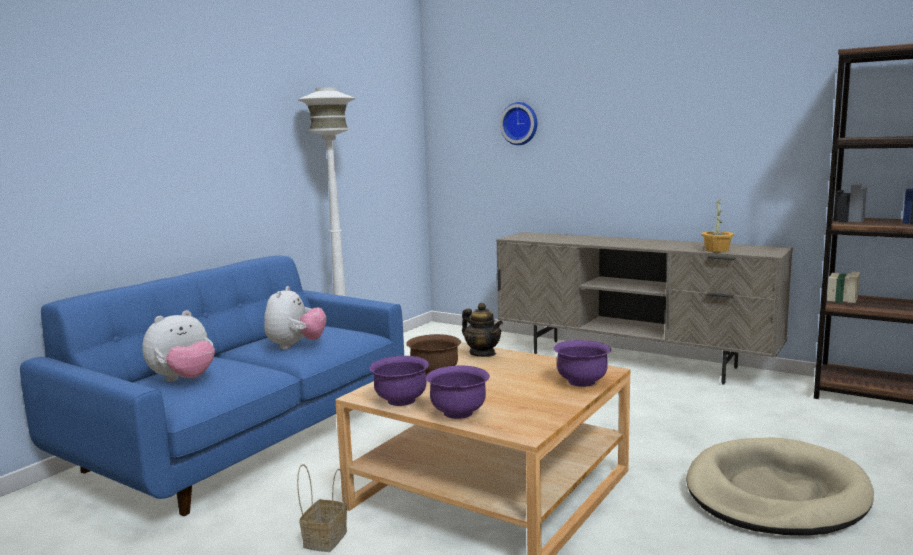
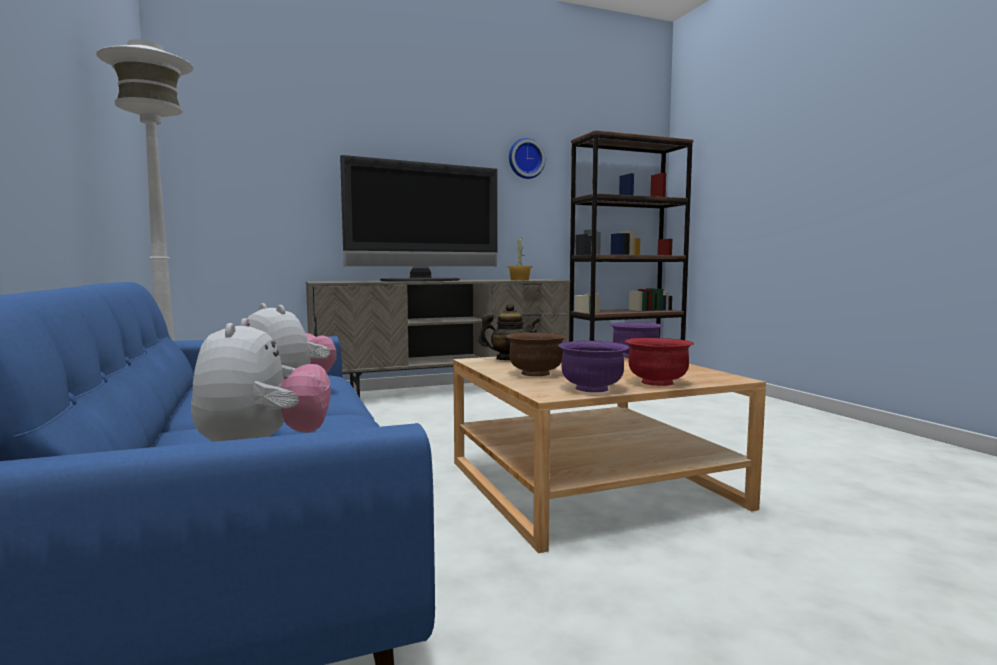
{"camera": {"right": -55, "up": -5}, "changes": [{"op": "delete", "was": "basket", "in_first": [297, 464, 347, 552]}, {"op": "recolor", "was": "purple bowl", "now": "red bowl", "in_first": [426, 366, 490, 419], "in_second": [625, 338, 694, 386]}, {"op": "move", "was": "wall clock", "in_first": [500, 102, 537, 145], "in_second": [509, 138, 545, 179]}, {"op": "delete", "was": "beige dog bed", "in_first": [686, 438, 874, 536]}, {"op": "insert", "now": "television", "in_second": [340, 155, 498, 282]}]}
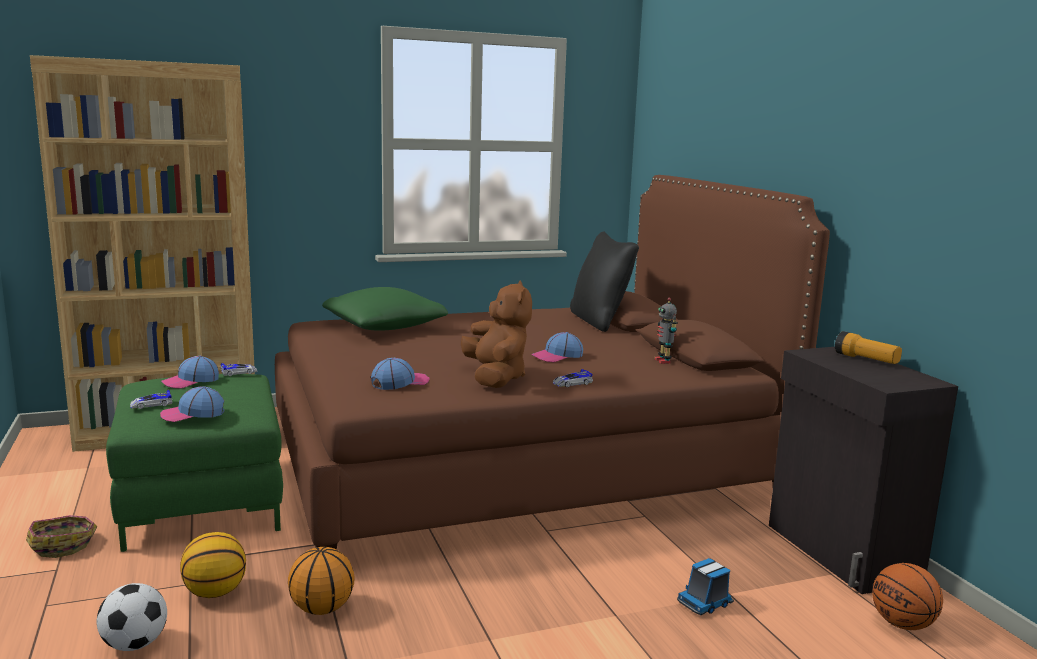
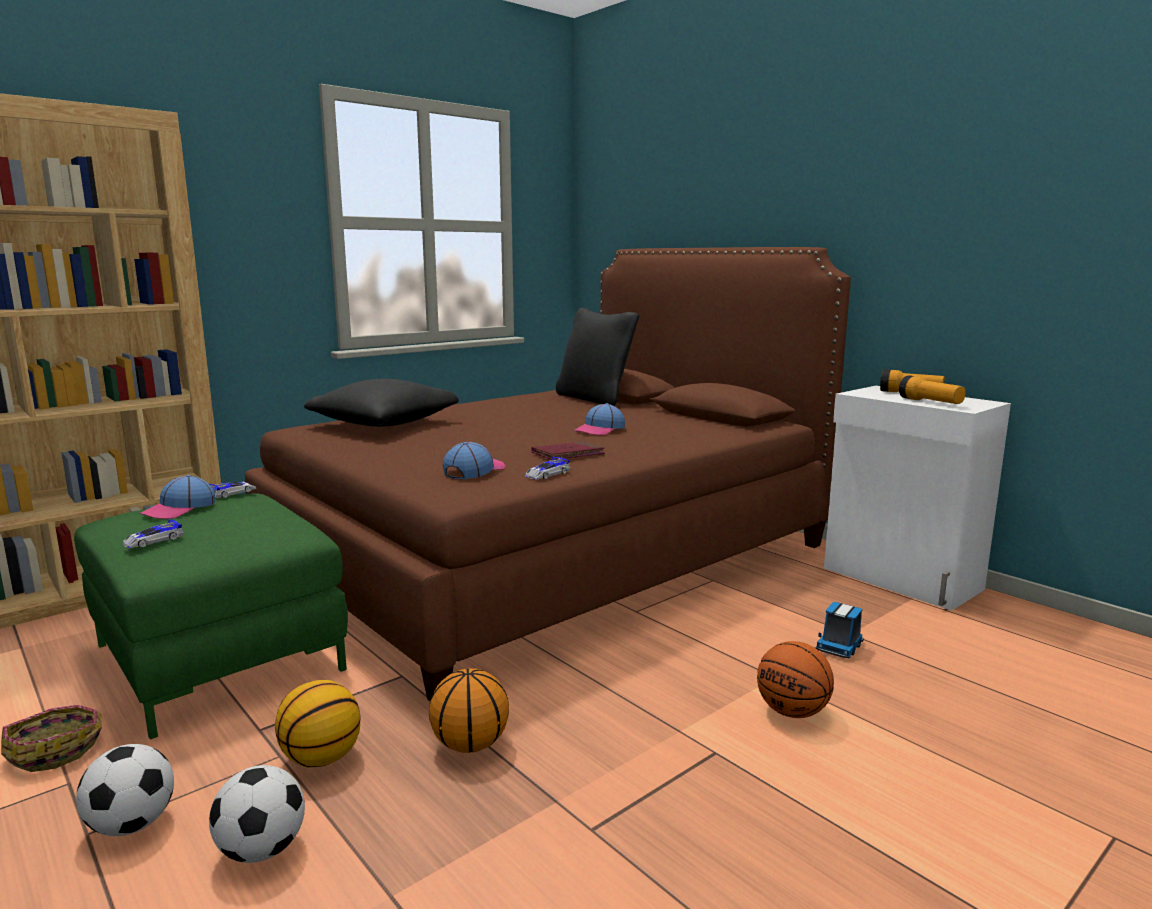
{"camera": {"right": -20, "up": 0}, "changes": [{"op": "delete", "was": "cap", "in_first": [160, 386, 225, 422]}, {"op": "recolor", "was": "green pillow", "now": "black pillow", "in_first": [322, 287, 448, 331], "in_second": [304, 379, 459, 427]}, {"op": "replace", "was": "brown plush toy", "now": "red book", "in_first": [461, 280, 532, 388], "in_second": [532, 441, 605, 460]}, {"op": "move", "was": "toy car", "in_first": [553, 369, 593, 387], "in_second": [525, 457, 570, 479]}, {"op": "delete", "was": "toy robot", "in_first": [654, 298, 678, 364]}, {"op": "recolor", "was": "black cabinet", "now": "white cabinet", "in_first": [769, 347, 958, 594], "in_second": [824, 386, 1011, 610]}, {"op": "move", "was": "basketball", "in_first": [872, 563, 943, 630], "in_second": [757, 641, 834, 718]}, {"op": "insert", "now": "football", "in_second": [76, 744, 174, 836]}, {"op": "insert", "now": "flashlight", "in_second": [899, 375, 965, 404]}]}
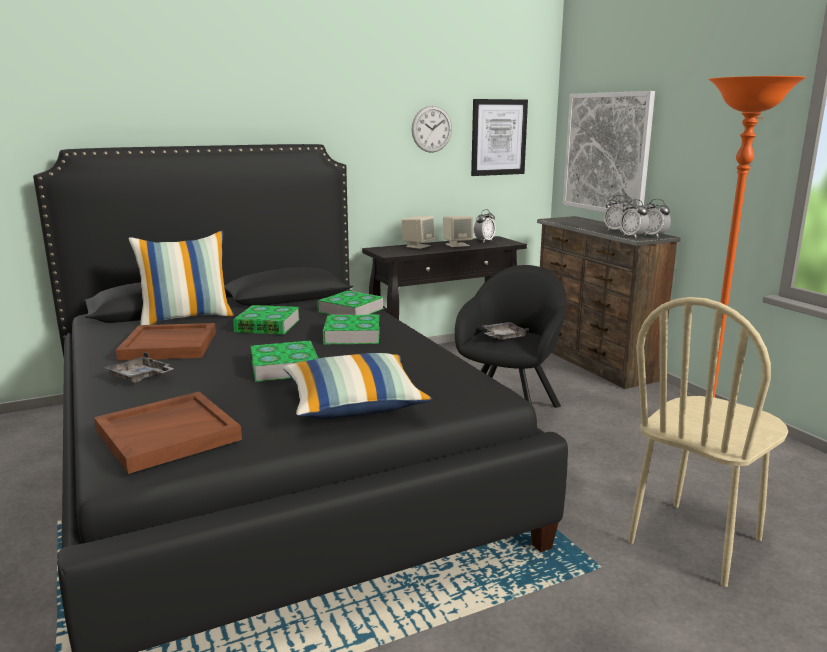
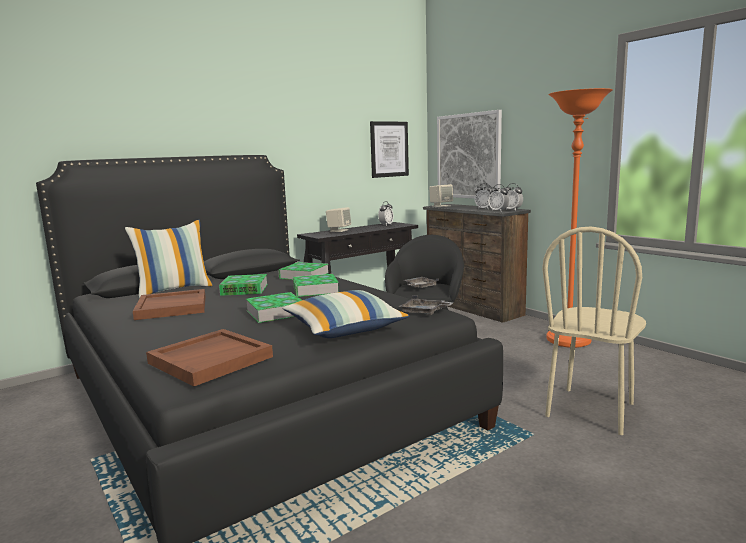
{"camera": {"right": -10, "up": -5}, "changes": [{"op": "move", "was": "grey tray", "in_first": [104, 352, 173, 383], "in_second": [399, 295, 453, 315]}, {"op": "delete", "was": "wall clock", "in_first": [412, 106, 452, 153]}, {"op": "move", "was": "beige speaker", "in_first": [443, 216, 473, 247], "in_second": [429, 184, 453, 207]}]}
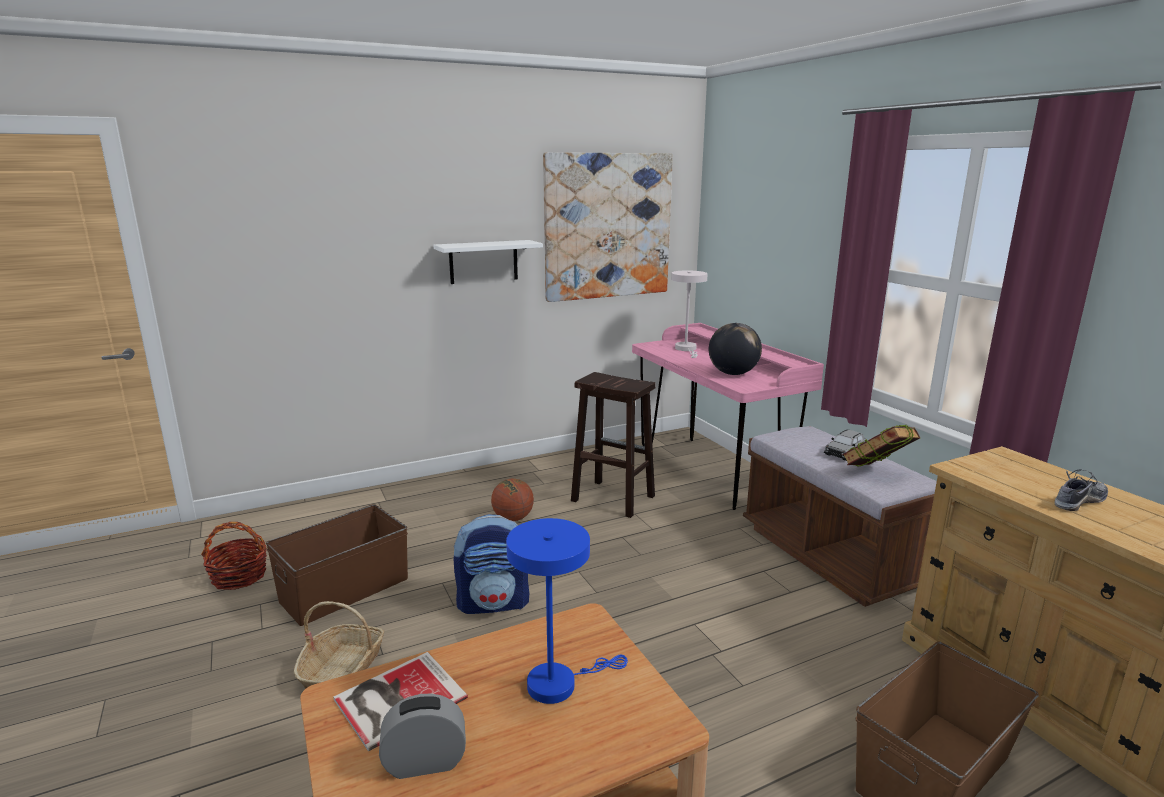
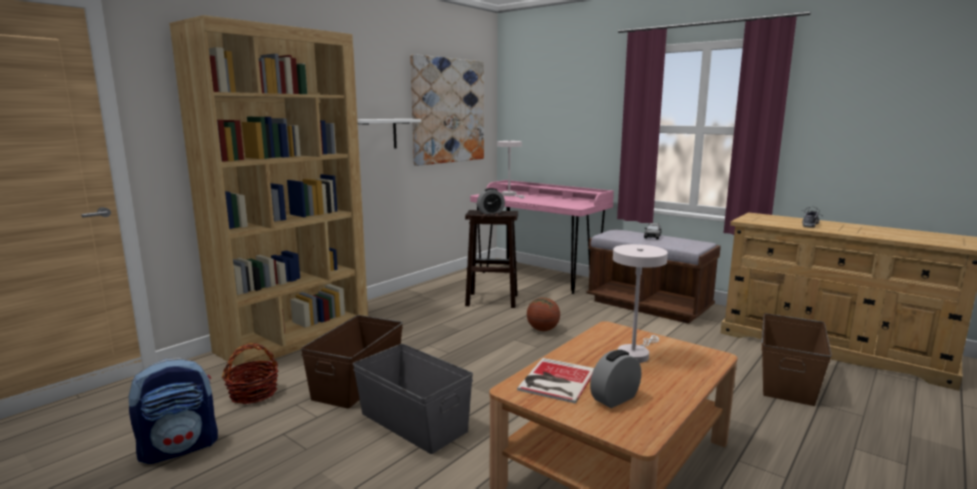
{"camera": {"right": -25, "up": -5}, "changes": [{"op": "replace", "was": "basket", "now": "grey storage box", "in_first": [294, 601, 384, 689], "in_second": [353, 344, 473, 454]}, {"op": "move", "was": "backpack", "in_first": [454, 514, 529, 614], "in_second": [128, 358, 218, 464]}, {"op": "move", "was": "basketball", "in_first": [491, 479, 534, 521], "in_second": [527, 298, 560, 331]}, {"op": "recolor", "was": "blue table lamp", "now": "white table lamp", "in_first": [506, 518, 628, 704], "in_second": [613, 244, 668, 363]}, {"op": "delete", "was": "globe", "in_first": [709, 323, 762, 375]}, {"op": "delete", "was": "book", "in_first": [842, 425, 920, 466]}, {"op": "insert", "now": "brown bookcase", "in_second": [169, 15, 368, 368]}, {"op": "insert", "now": "alarm clock", "in_second": [477, 188, 505, 214]}]}
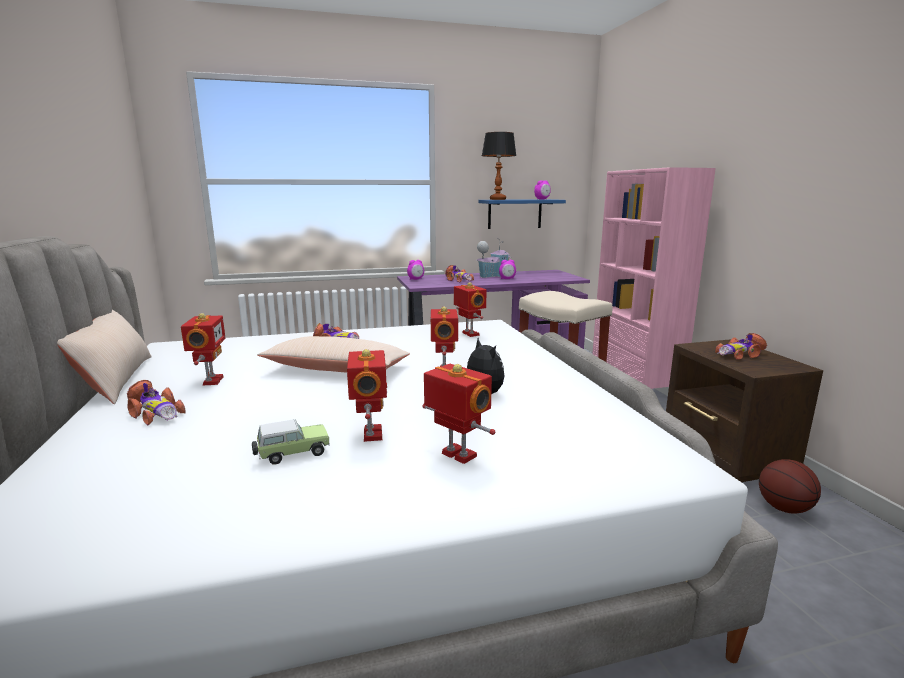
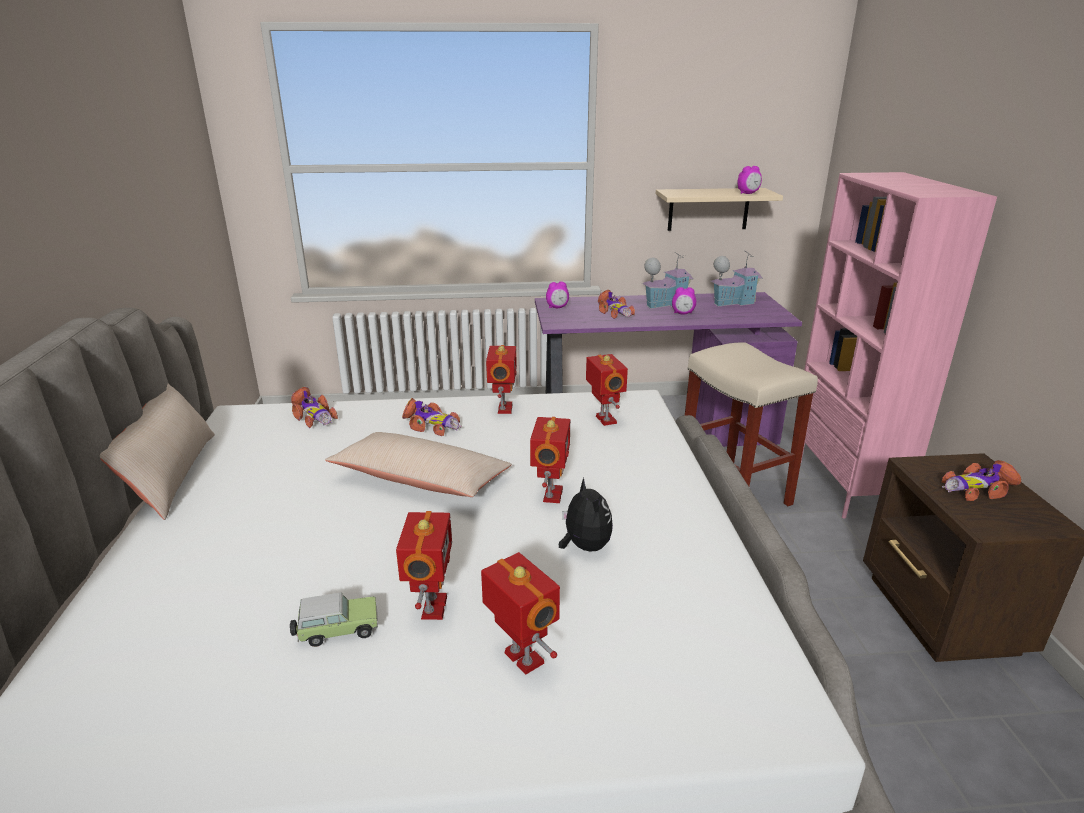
{"camera": {"right": 10, "up": 10}, "changes": [{"op": "move", "was": "toy car", "in_first": [127, 380, 186, 425], "in_second": [291, 387, 338, 428]}, {"op": "move", "was": "toy robot", "in_first": [181, 313, 225, 385], "in_second": [486, 345, 517, 414]}, {"op": "recolor", "was": "blue shelf", "now": "beige shelf", "in_first": [478, 199, 566, 229], "in_second": [656, 188, 783, 231]}, {"op": "delete", "was": "table lamp", "in_first": [482, 132, 517, 200]}, {"op": "delete", "was": "basketball", "in_first": [759, 459, 821, 514]}, {"op": "insert", "now": "toy house", "in_second": [711, 251, 763, 306]}]}
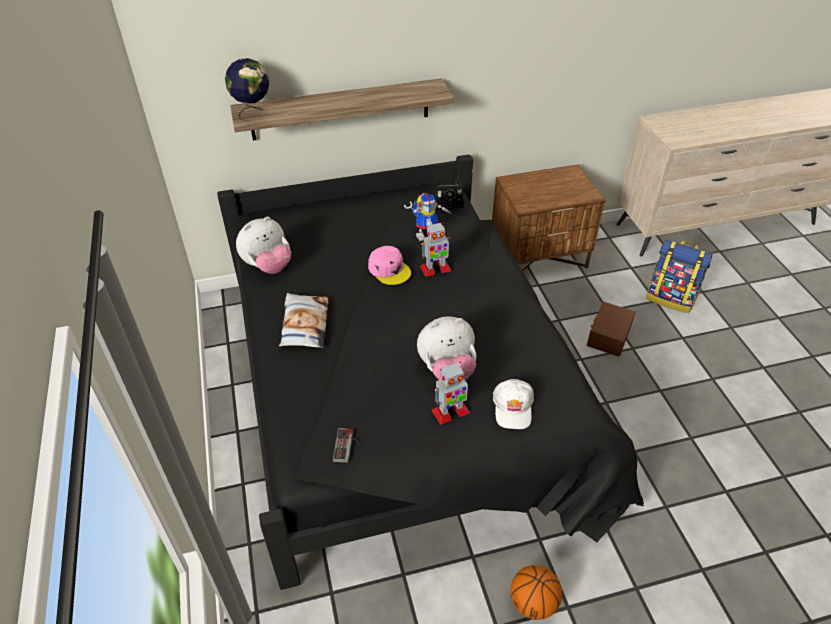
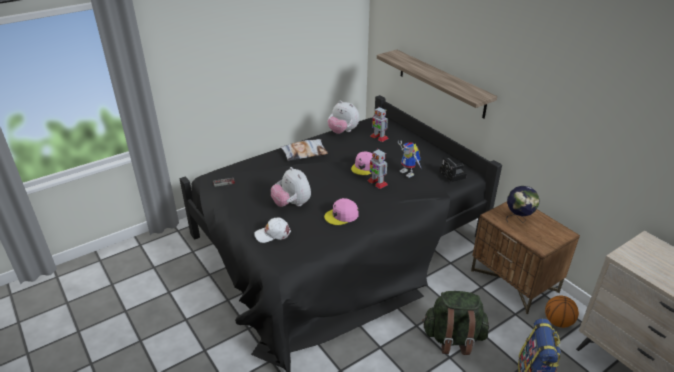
{"camera": {"right": 70, "up": -10}, "changes": [{"op": "move", "was": "globe", "in_first": [225, 58, 269, 121], "in_second": [506, 186, 540, 223]}, {"op": "move", "was": "toy robot", "in_first": [432, 362, 470, 425], "in_second": [370, 107, 389, 142]}, {"op": "move", "was": "basketball", "in_first": [510, 565, 562, 620], "in_second": [545, 295, 579, 328]}, {"op": "replace", "was": "brown storage box", "now": "green backpack", "in_first": [587, 302, 635, 357], "in_second": [422, 291, 489, 355]}, {"op": "insert", "now": "pink cap", "in_second": [324, 198, 359, 225]}]}
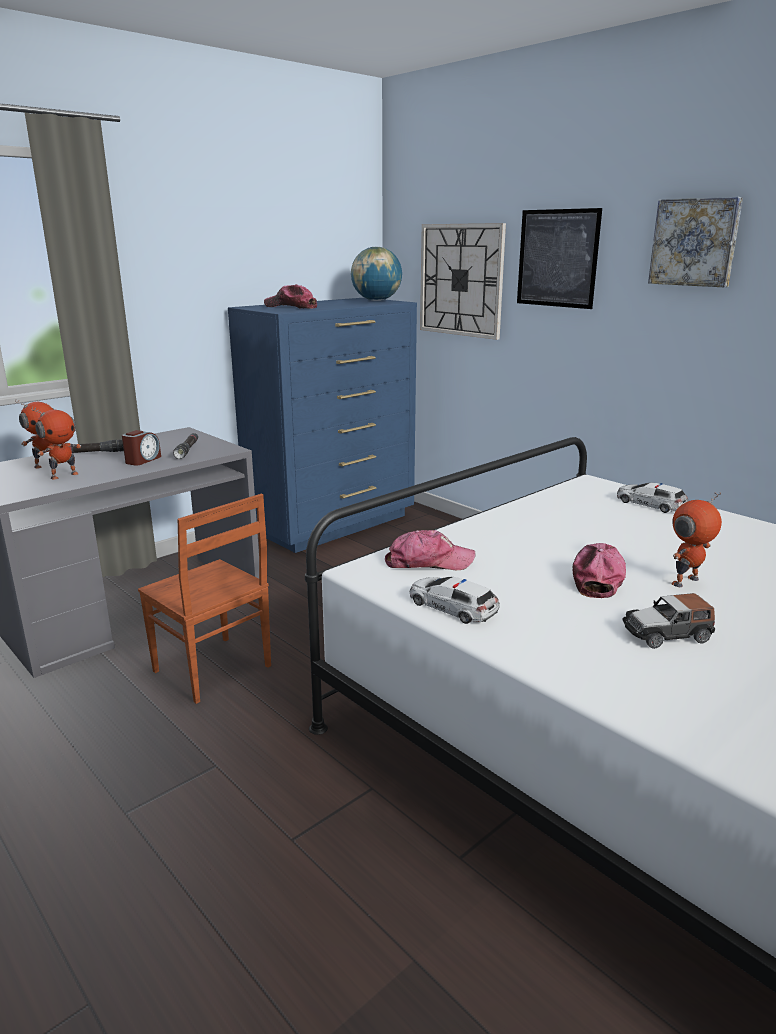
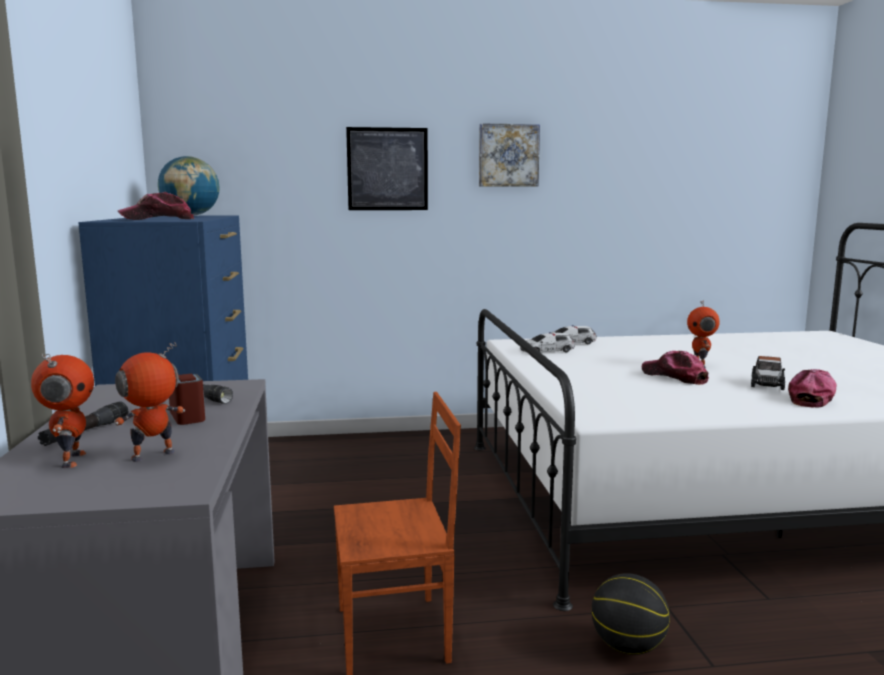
{"camera": {"right": -55, "up": -10}, "changes": [{"op": "rotate", "was": "toy robot", "in_first": [32, 407, 81, 480], "in_second": [114, 342, 185, 462], "clockwise": -120}, {"op": "move", "was": "cap", "in_first": [385, 530, 476, 571], "in_second": [788, 369, 836, 408]}, {"op": "move", "was": "toy car", "in_first": [410, 577, 500, 624], "in_second": [520, 332, 575, 352]}, {"op": "delete", "was": "wall clock", "in_first": [420, 223, 506, 340]}, {"op": "insert", "now": "basketball", "in_second": [591, 573, 670, 655]}]}
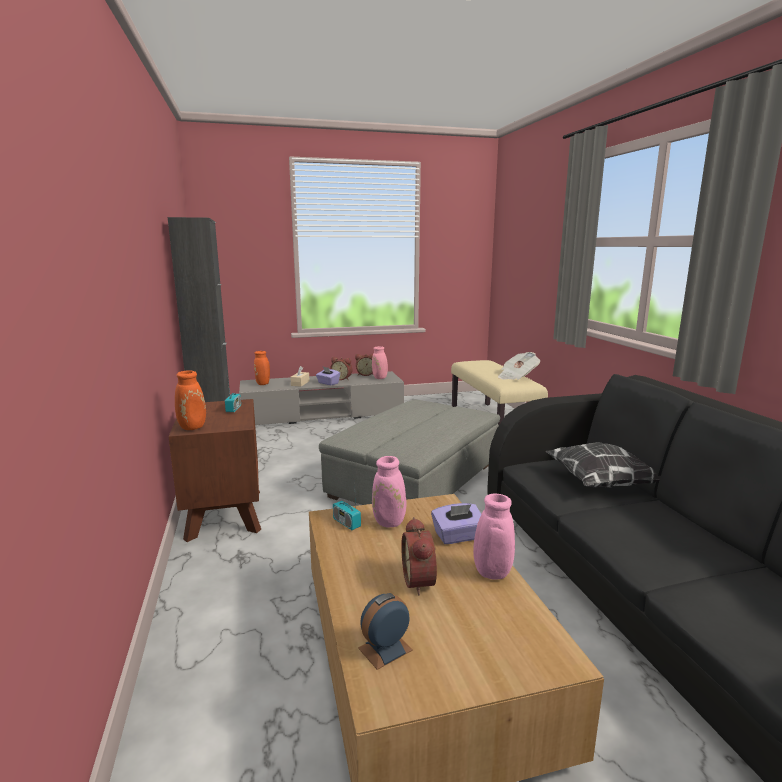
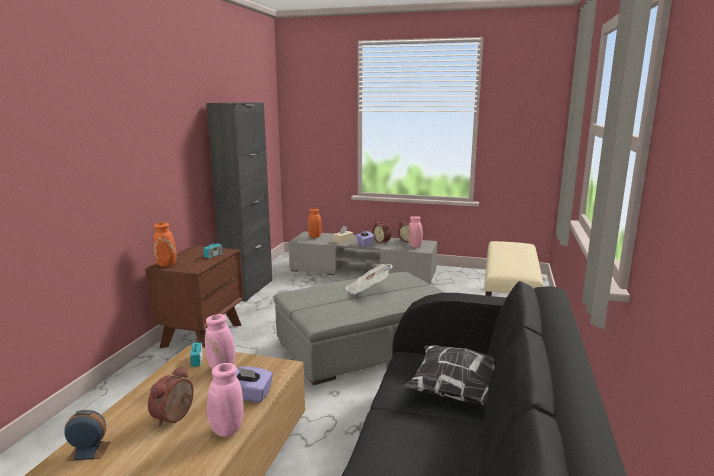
{"camera": {"right": 30, "up": 0}, "changes": [{"op": "move", "was": "newspaper", "in_first": [498, 352, 540, 380], "in_second": [345, 264, 393, 295]}]}
